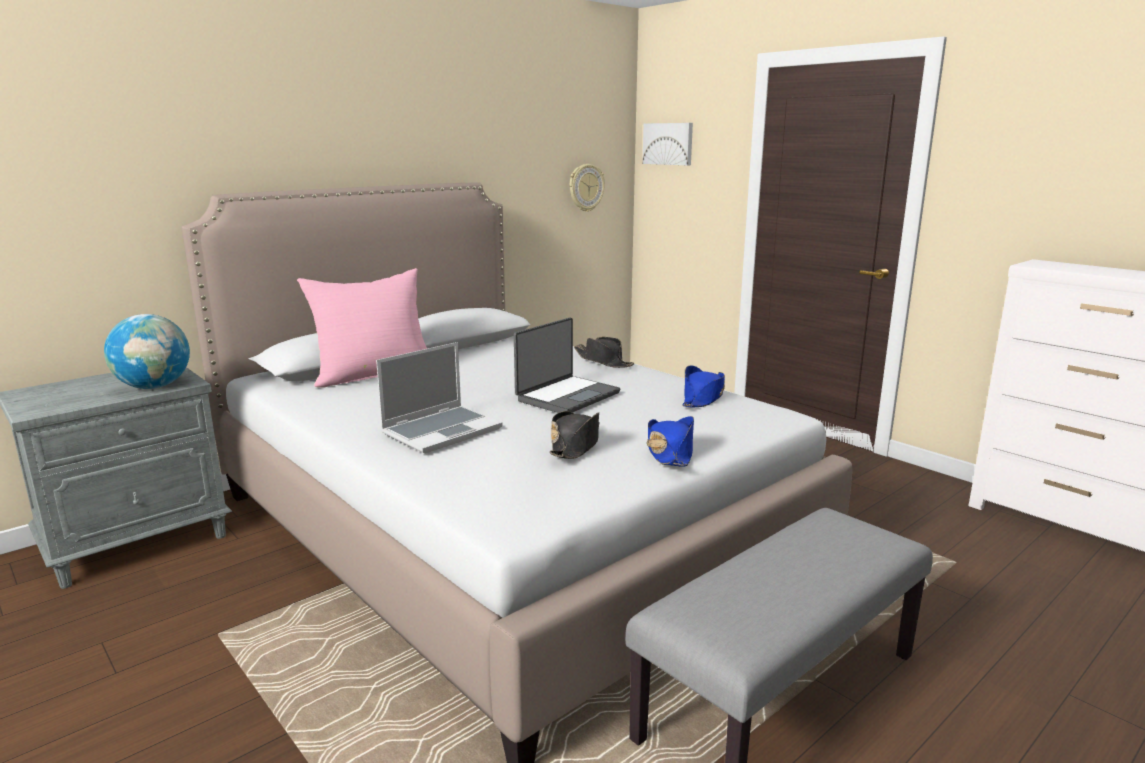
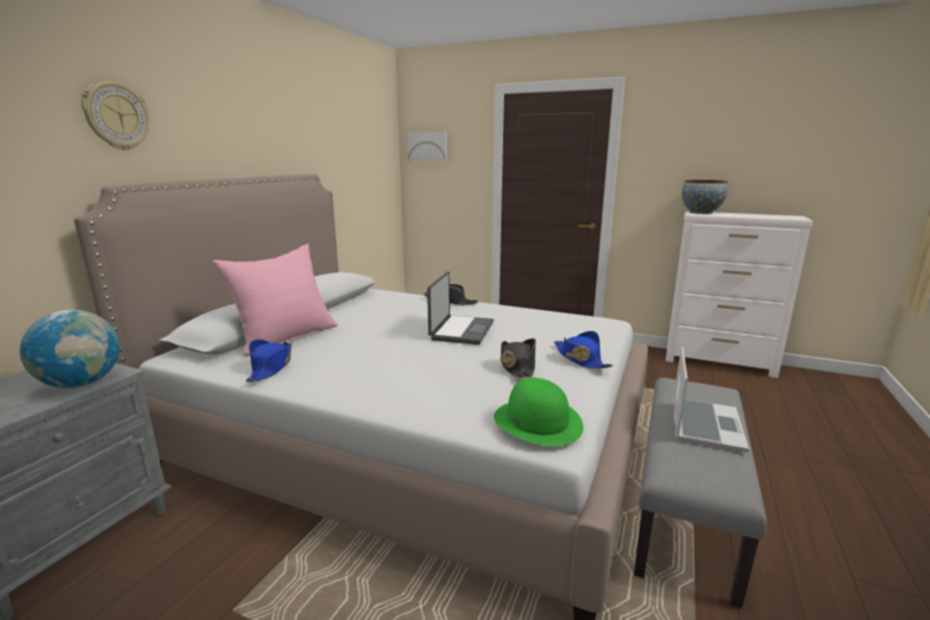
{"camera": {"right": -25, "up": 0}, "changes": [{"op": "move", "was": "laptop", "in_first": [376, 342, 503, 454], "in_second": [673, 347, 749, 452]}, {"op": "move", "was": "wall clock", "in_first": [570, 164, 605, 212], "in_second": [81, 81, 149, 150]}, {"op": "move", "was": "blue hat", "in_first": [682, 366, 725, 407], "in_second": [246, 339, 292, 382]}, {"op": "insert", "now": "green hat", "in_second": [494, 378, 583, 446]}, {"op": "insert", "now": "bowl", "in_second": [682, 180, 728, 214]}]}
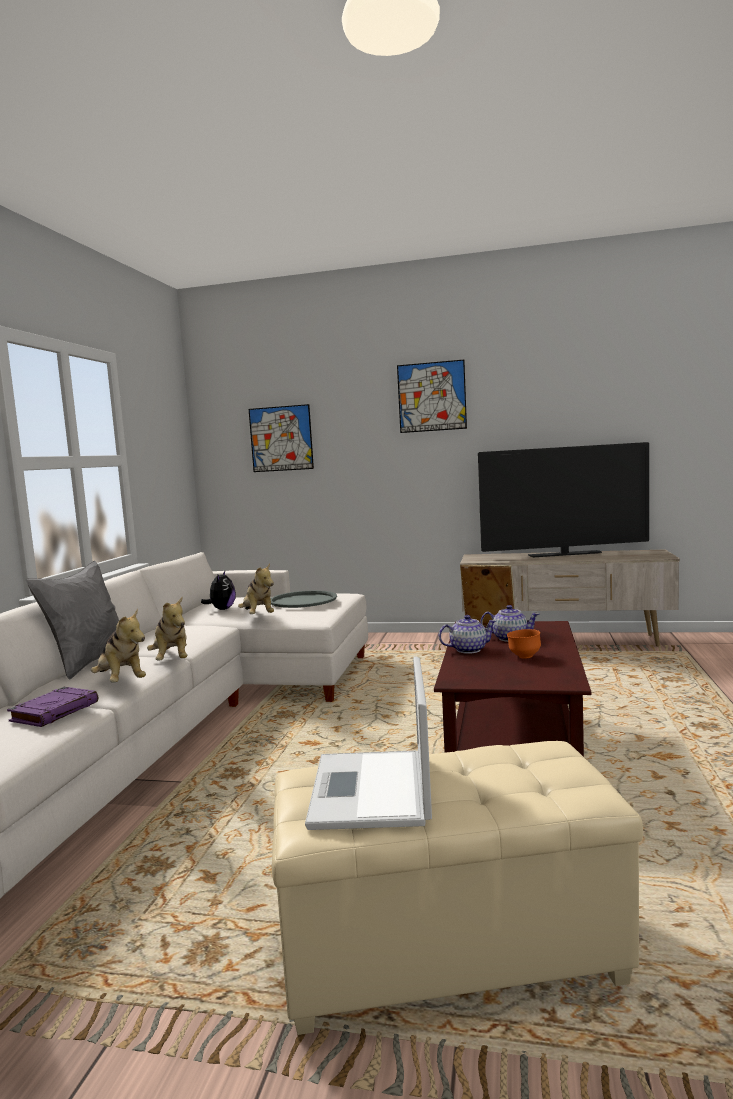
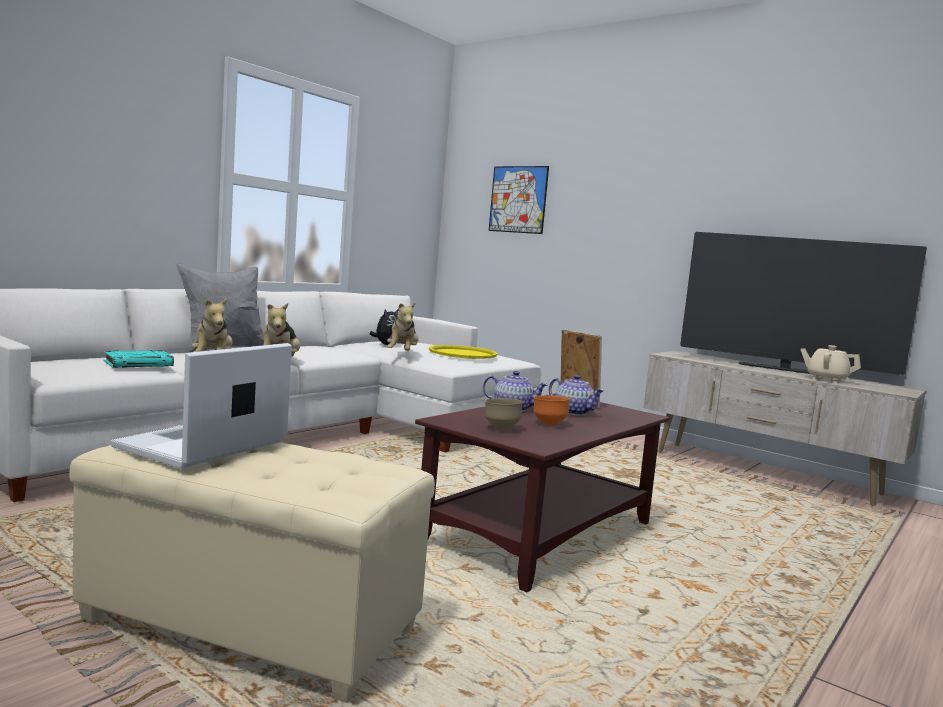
{"camera": {"right": 25, "up": 0}, "changes": [{"op": "recolor", "was": "purple book", "now": "turquoise book", "in_first": [7, 687, 98, 727], "in_second": [104, 350, 174, 368]}, {"op": "recolor", "was": "grey tray", "now": "yellow tray", "in_first": [271, 590, 337, 608], "in_second": [429, 345, 498, 359]}, {"op": "delete", "was": "picture", "in_first": [397, 360, 467, 433]}, {"op": "insert", "now": "brown bowl", "in_second": [485, 398, 523, 430]}, {"op": "insert", "now": "beige teapot", "in_second": [801, 345, 861, 383]}]}
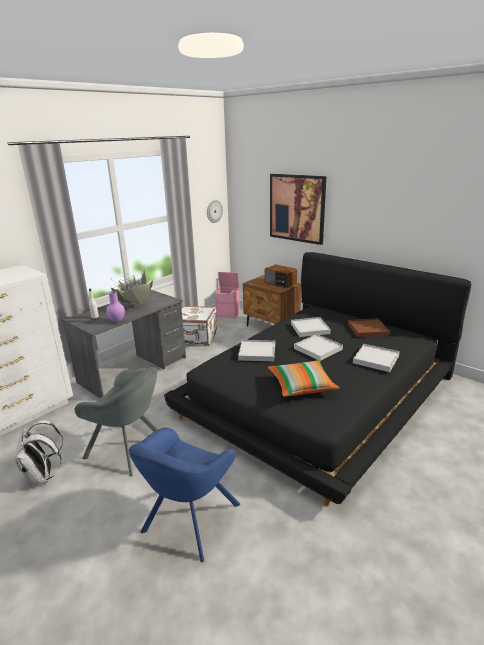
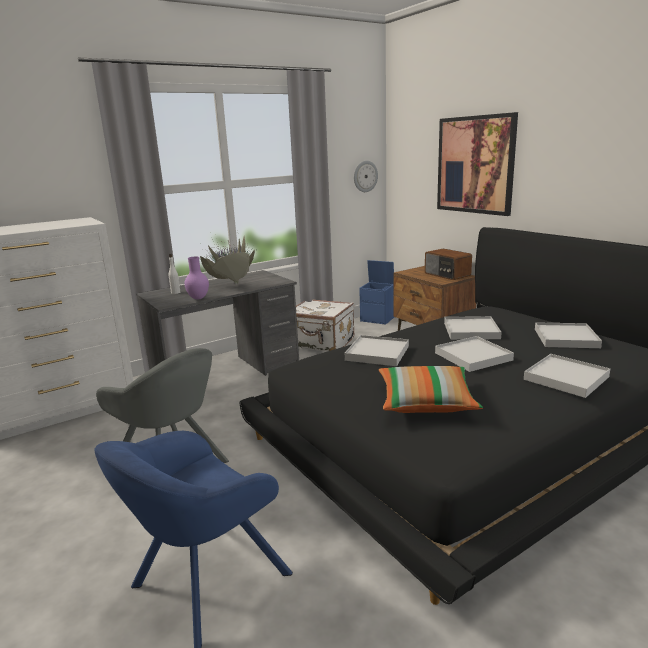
{"camera": {"right": 15, "up": -5}, "changes": [{"op": "delete", "was": "white backpack", "in_first": [14, 420, 63, 486]}, {"op": "recolor", "was": "pink storage box", "now": "blue storage box", "in_first": [215, 272, 240, 318], "in_second": [359, 260, 394, 325]}, {"op": "recolor", "was": "brown tray", "now": "white tray", "in_first": [348, 318, 390, 338], "in_second": [535, 322, 602, 348]}]}
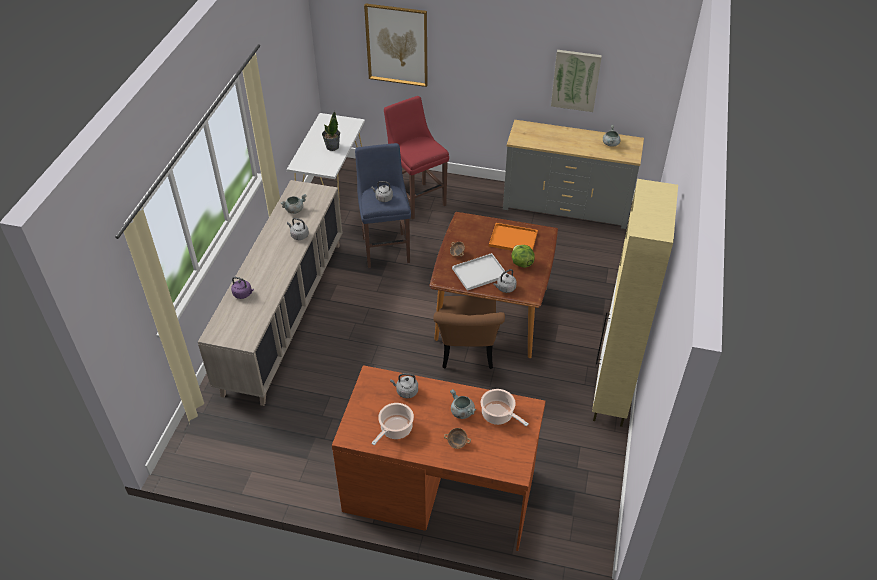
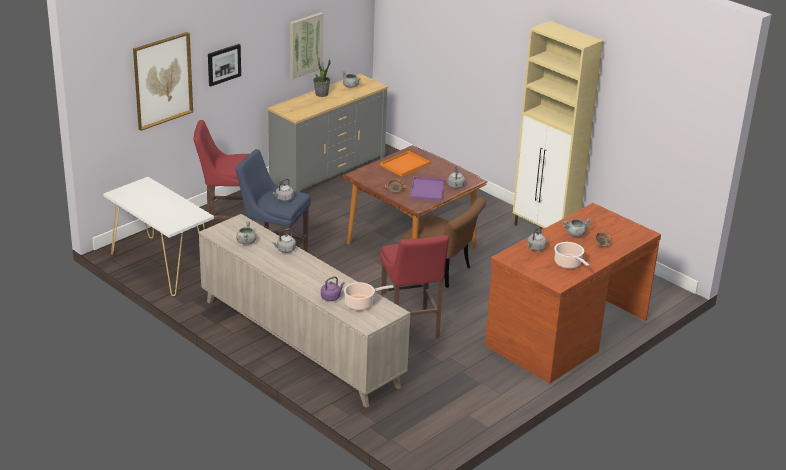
{"camera": {"right": -60, "up": -15}, "changes": [{"op": "move", "was": "potted plant", "in_first": [322, 111, 340, 151], "in_second": [313, 58, 331, 97]}, {"op": "recolor", "was": "white tray", "now": "purple tray", "in_first": [452, 253, 507, 291], "in_second": [410, 176, 445, 202]}, {"op": "move", "was": "cooking pot", "in_first": [481, 389, 529, 426], "in_second": [344, 282, 394, 310]}, {"op": "delete", "was": "lettuce", "in_first": [511, 245, 535, 268]}, {"op": "insert", "now": "picture", "in_second": [208, 44, 241, 86]}, {"op": "insert", "now": "red stool", "in_second": [380, 235, 449, 338]}]}
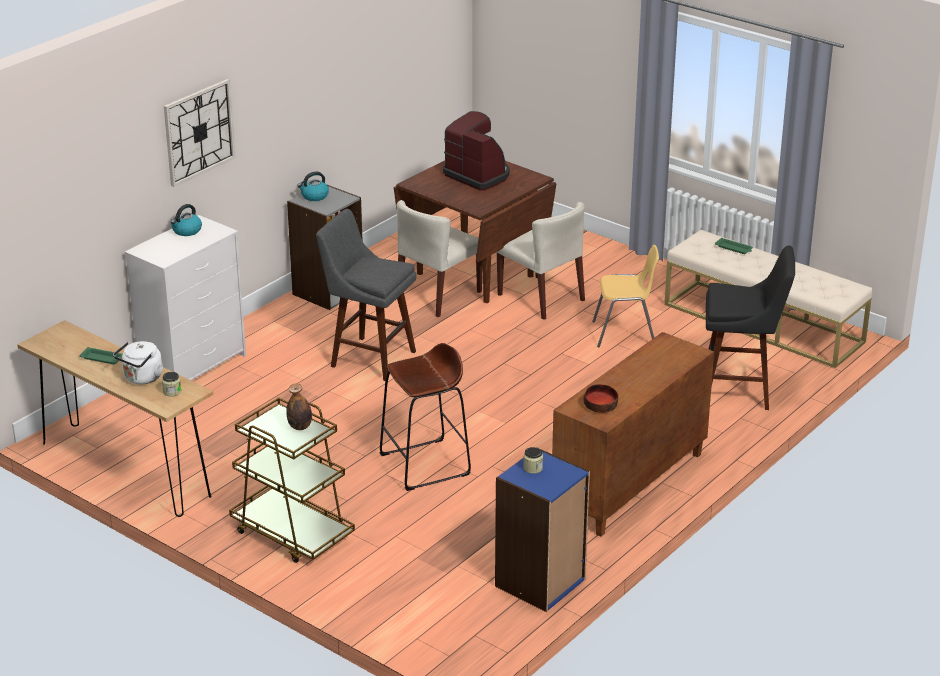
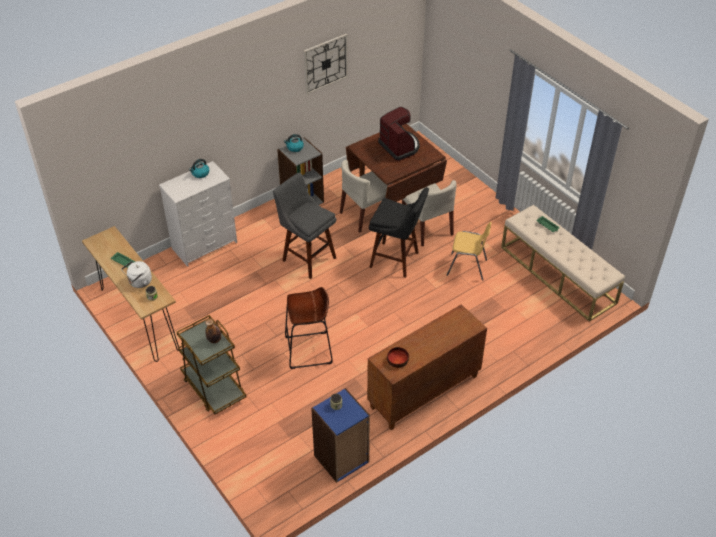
{"camera": {"right": 15, "up": 15}, "changes": [{"op": "move", "was": "wall clock", "in_first": [164, 79, 235, 187], "in_second": [304, 34, 348, 95]}, {"op": "move", "was": "black stool", "in_first": [706, 246, 795, 410], "in_second": [369, 187, 429, 278]}]}
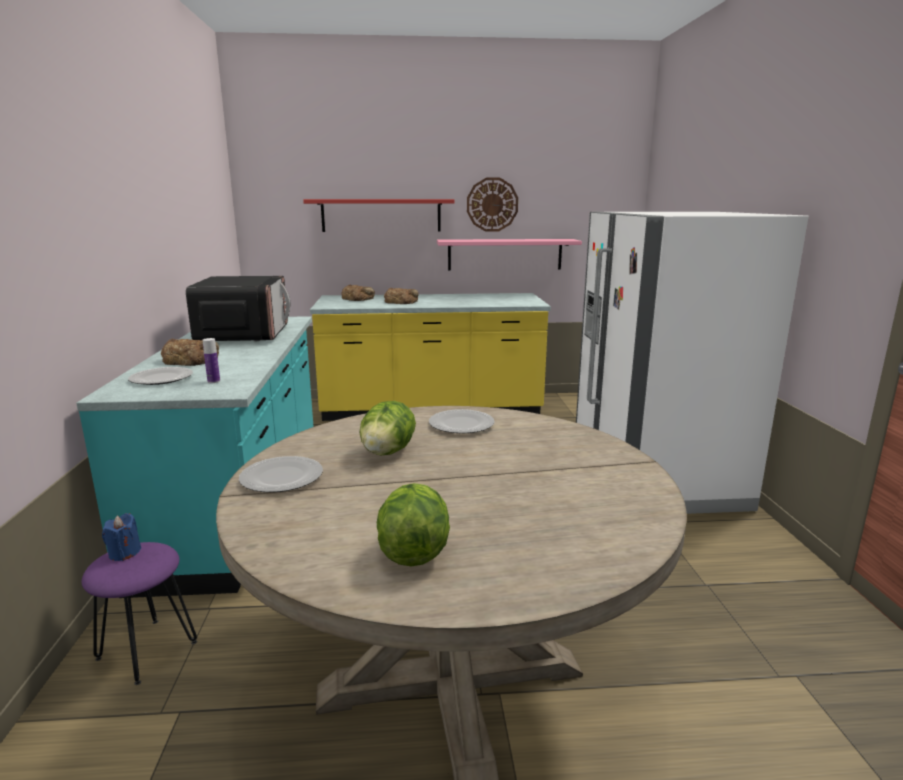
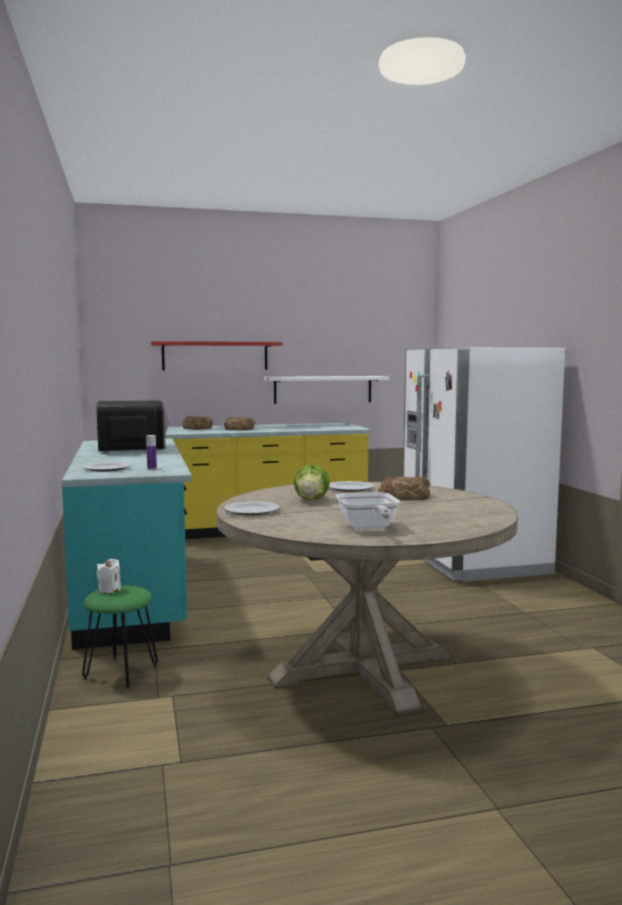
{"camera": {"right": -10, "up": -10}, "changes": [{"op": "recolor", "was": "purple stool", "now": "green stool", "in_first": [81, 542, 197, 685], "in_second": [82, 585, 158, 688]}, {"op": "recolor", "was": "blue candle", "now": "white candle", "in_first": [102, 513, 141, 561], "in_second": [97, 559, 121, 593]}, {"op": "move", "was": "bread", "in_first": [161, 339, 219, 366], "in_second": [378, 477, 431, 500]}, {"op": "replace", "was": "lettuce", "now": "frying pan", "in_first": [377, 483, 450, 567], "in_second": [336, 492, 400, 530]}, {"op": "recolor", "was": "pink shelf", "now": "white shelf", "in_first": [437, 239, 582, 270], "in_second": [264, 376, 390, 404]}, {"op": "delete", "was": "wall clock", "in_first": [467, 178, 518, 232]}]}
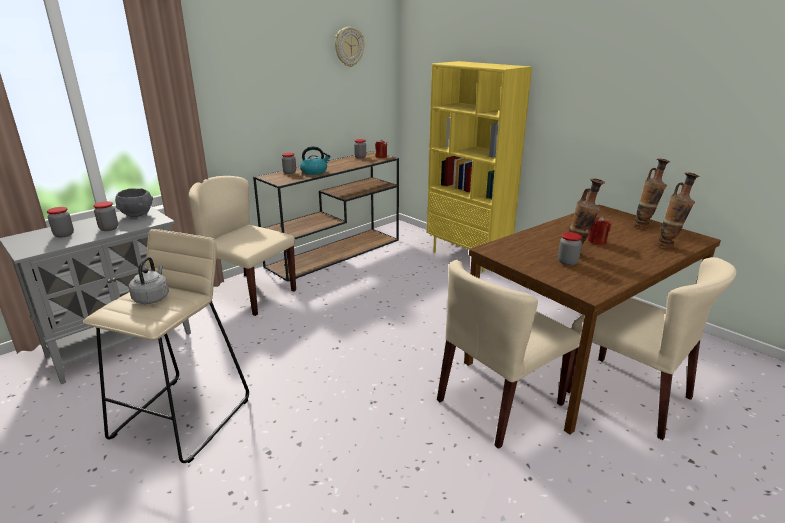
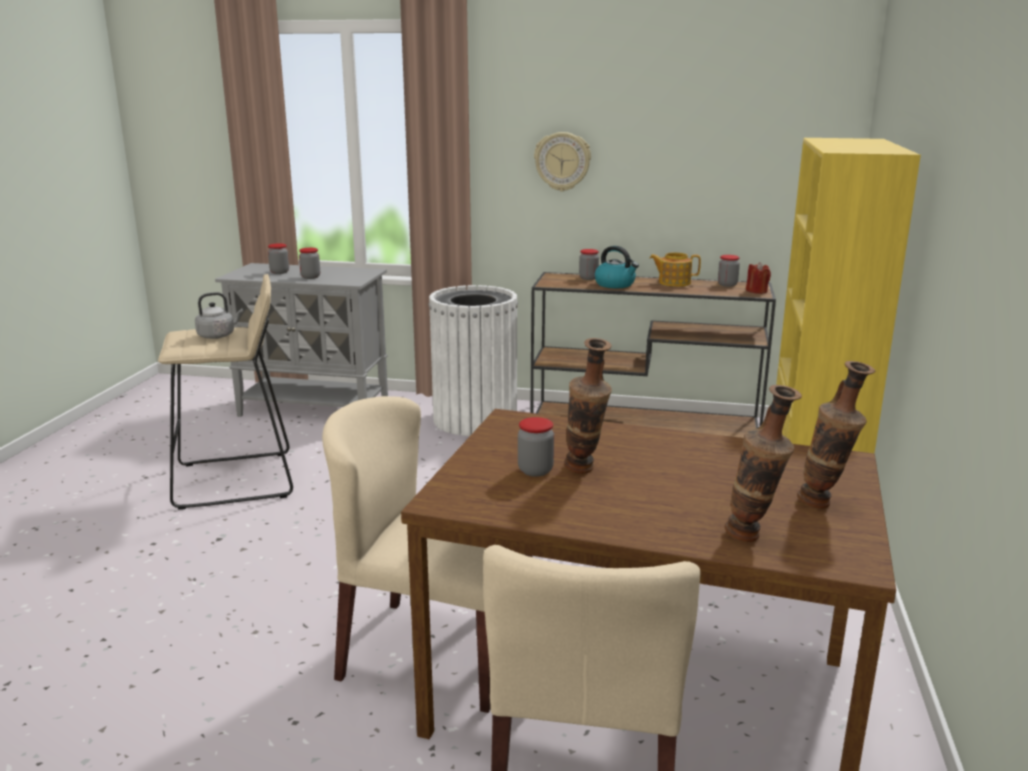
{"camera": {"right": 55, "up": -5}, "changes": [{"op": "delete", "was": "grey bowl", "in_first": [115, 188, 153, 217]}, {"op": "replace", "was": "beige chair", "now": "white trash can", "in_first": [189, 176, 296, 316], "in_second": [428, 285, 518, 436]}, {"op": "move", "was": "wall clock", "in_first": [335, 27, 364, 67], "in_second": [534, 132, 591, 191]}, {"op": "delete", "was": "red candle", "in_first": [587, 216, 611, 245]}, {"op": "insert", "now": "teapot", "in_second": [650, 252, 701, 287]}]}
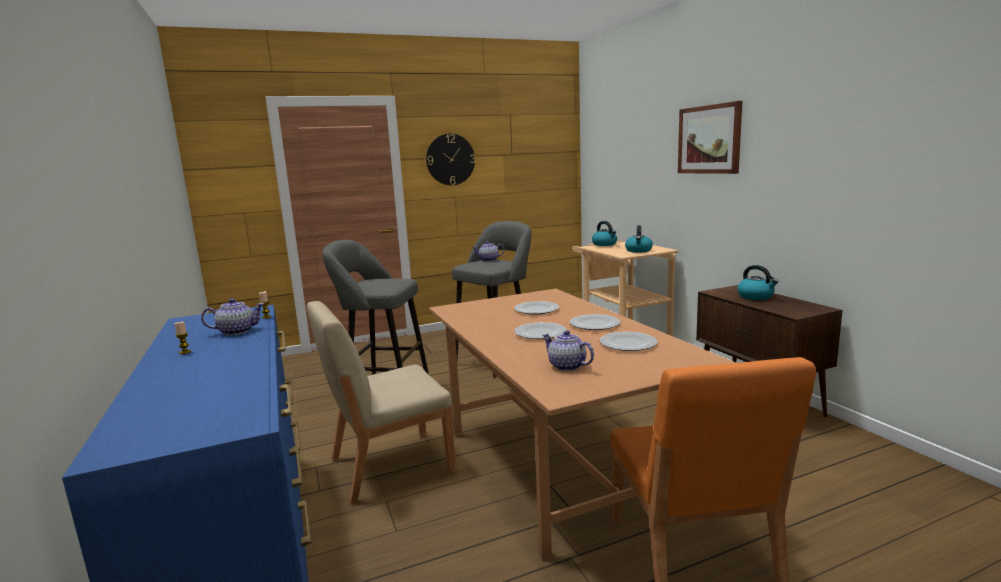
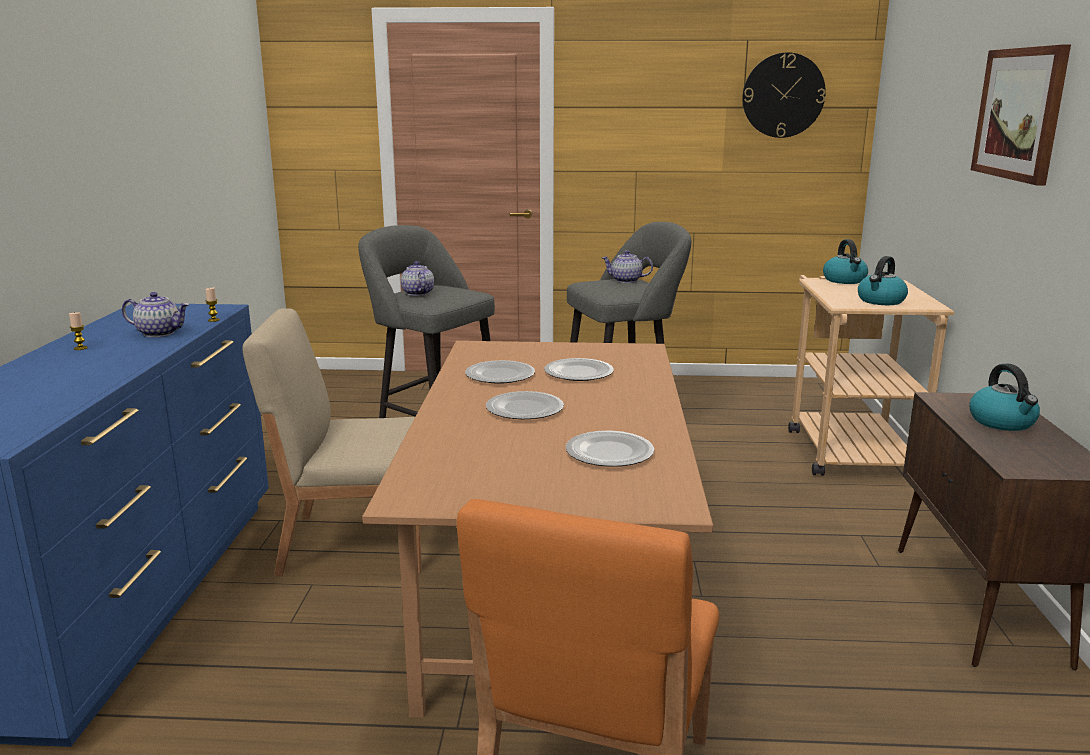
{"camera": {"right": 25, "up": 5}, "changes": [{"op": "move", "was": "wall clock", "in_first": [426, 134, 475, 185], "in_second": [742, 52, 826, 138]}, {"op": "move", "was": "teapot", "in_first": [542, 330, 594, 371], "in_second": [401, 261, 434, 296]}, {"op": "move", "was": "plate", "in_first": [570, 314, 620, 330], "in_second": [465, 360, 535, 384]}]}
